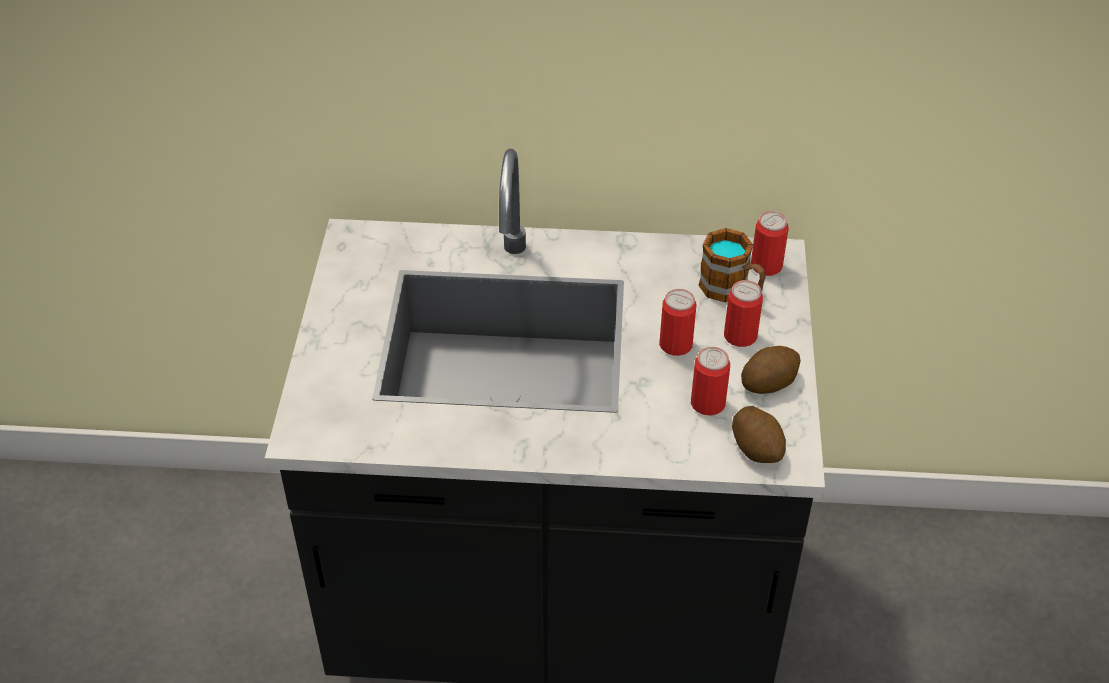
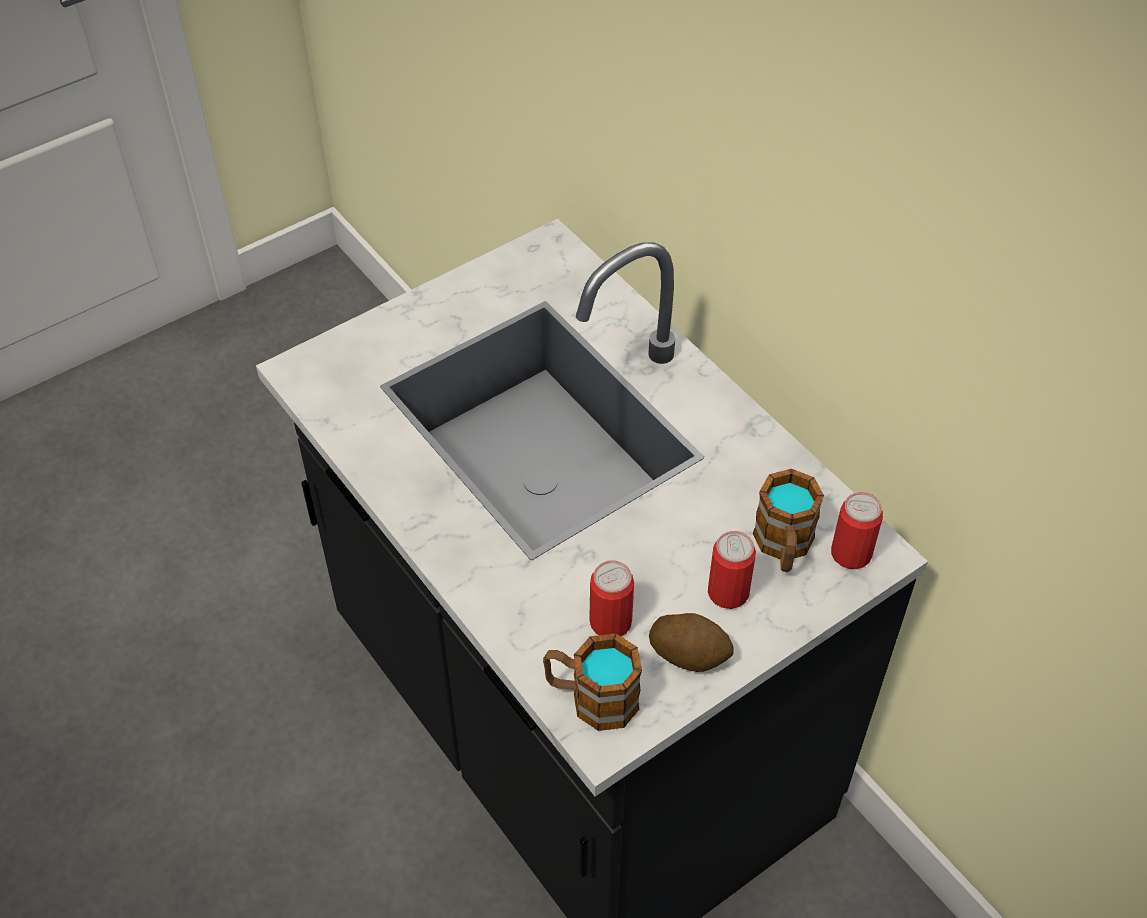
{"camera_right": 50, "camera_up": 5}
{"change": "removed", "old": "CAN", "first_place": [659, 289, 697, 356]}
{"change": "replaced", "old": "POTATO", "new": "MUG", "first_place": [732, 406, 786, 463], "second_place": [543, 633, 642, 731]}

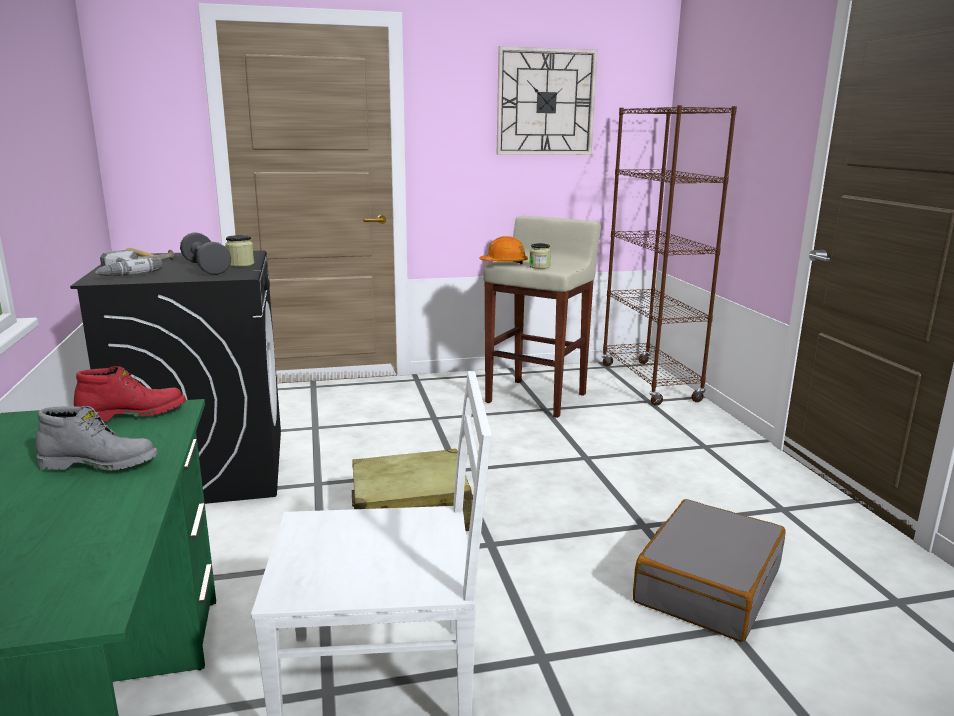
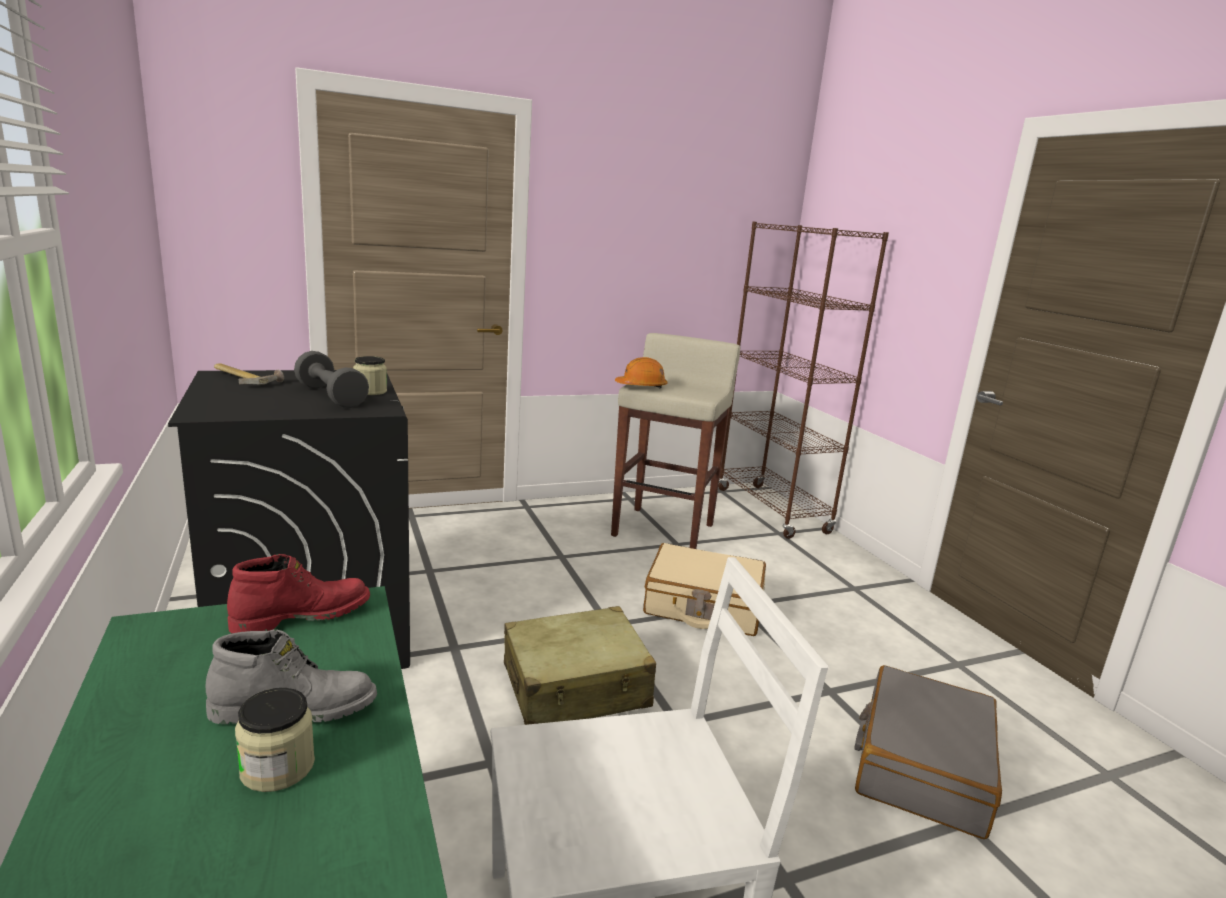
{"camera_right": -10, "camera_up": 0}
{"change": "removed", "old": "WALL CLOCK", "first_place": [497, 46, 598, 155]}
{"change": "moved", "old": "JAR", "first_place": [529, 243, 551, 269], "second_place": [235, 688, 315, 792]}
{"change": "removed", "old": "POWER DRILL", "first_place": [95, 250, 163, 276]}
{"change": "added", "new": "BEIGE SUITCASE", "second_place": [643, 543, 766, 636]}

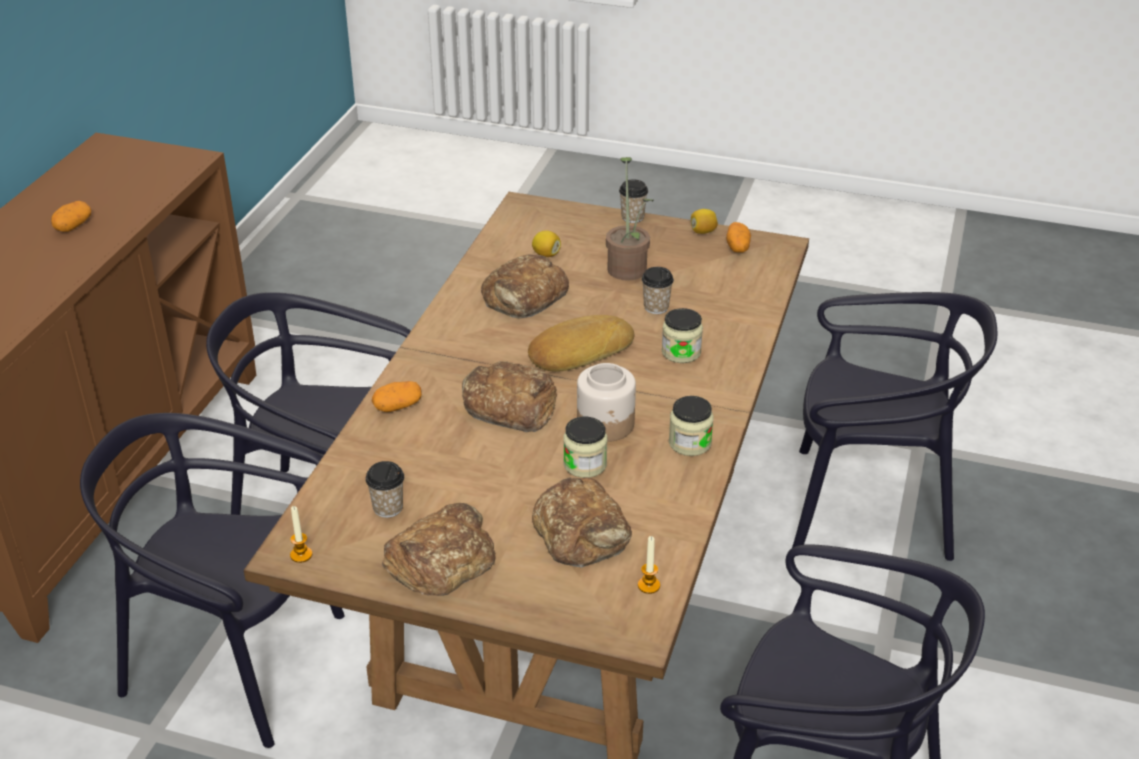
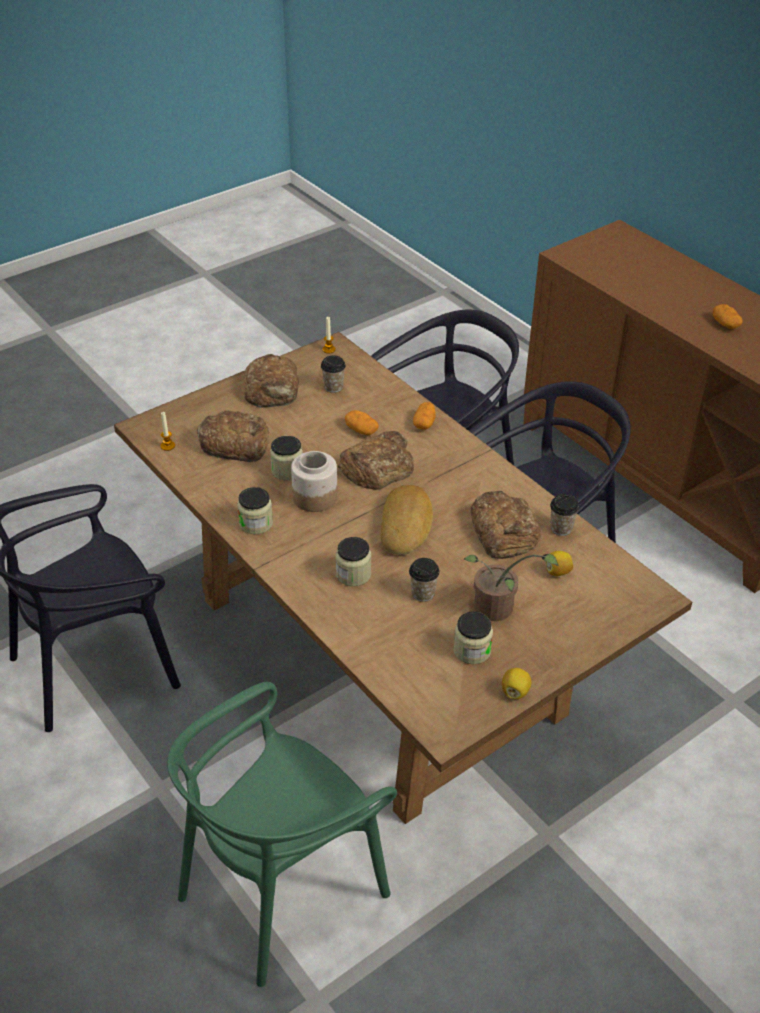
{"camera_right": 125, "camera_up": 5}
{"change": "moved", "old": "CUP", "first_place": [619, 179, 648, 223], "second_place": [550, 494, 579, 536]}
{"change": "moved", "old": "POTATO", "first_place": [726, 222, 751, 253], "second_place": [345, 410, 379, 435]}
{"change": "recoloured", "old": "BLACK CHAIR", "new": "GREEN CHAIR", "first_place": [792, 292, 997, 561], "second_place": [167, 682, 397, 987]}
{"change": "added", "new": "JAR", "second_place": [453, 611, 493, 664]}

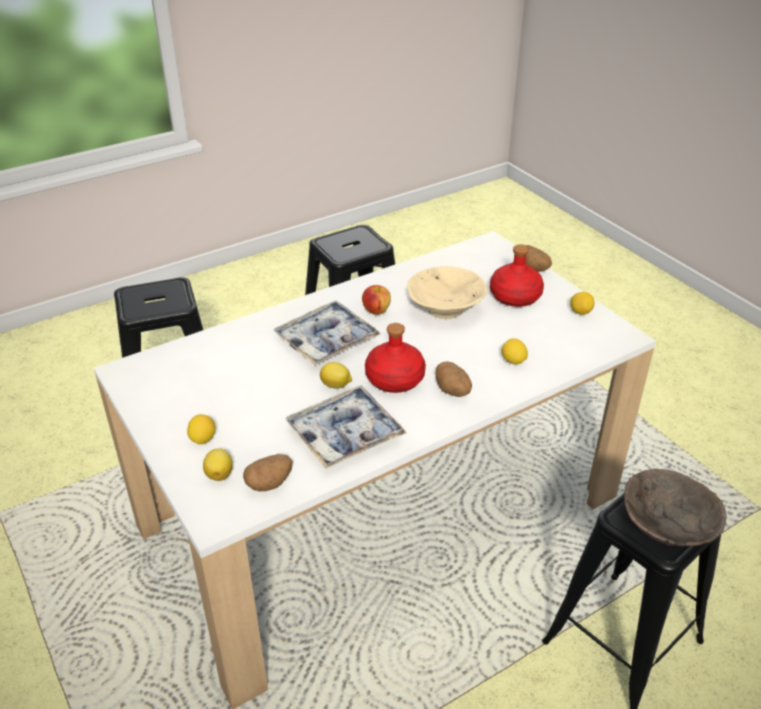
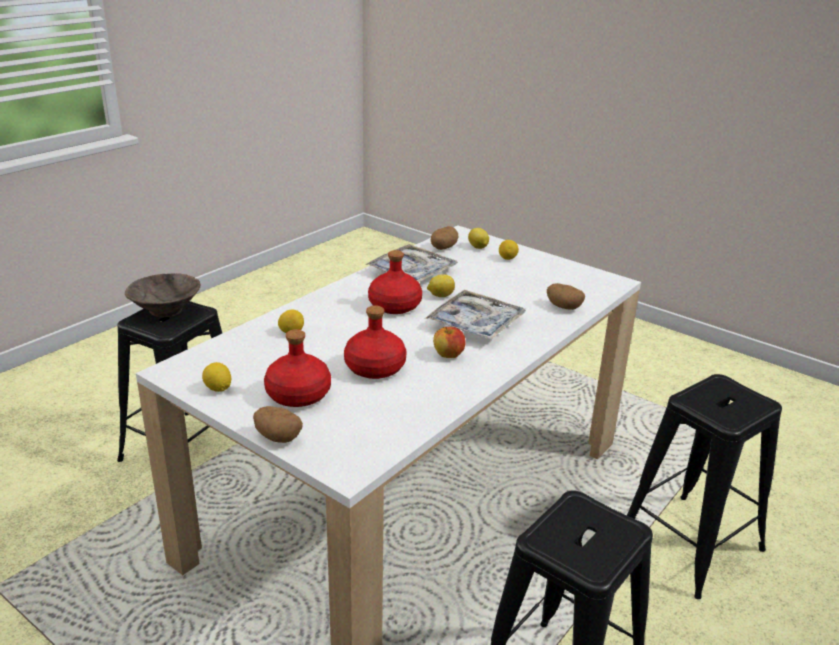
{"camera_right": 160, "camera_up": -10}
{"change": "replaced", "old": "BEIGE BOWL", "new": "RED BOTTLE", "first_place": [407, 266, 488, 319], "second_place": [344, 305, 406, 379]}
{"change": "moved", "old": "POTATO", "first_place": [435, 362, 472, 397], "second_place": [547, 283, 585, 310]}

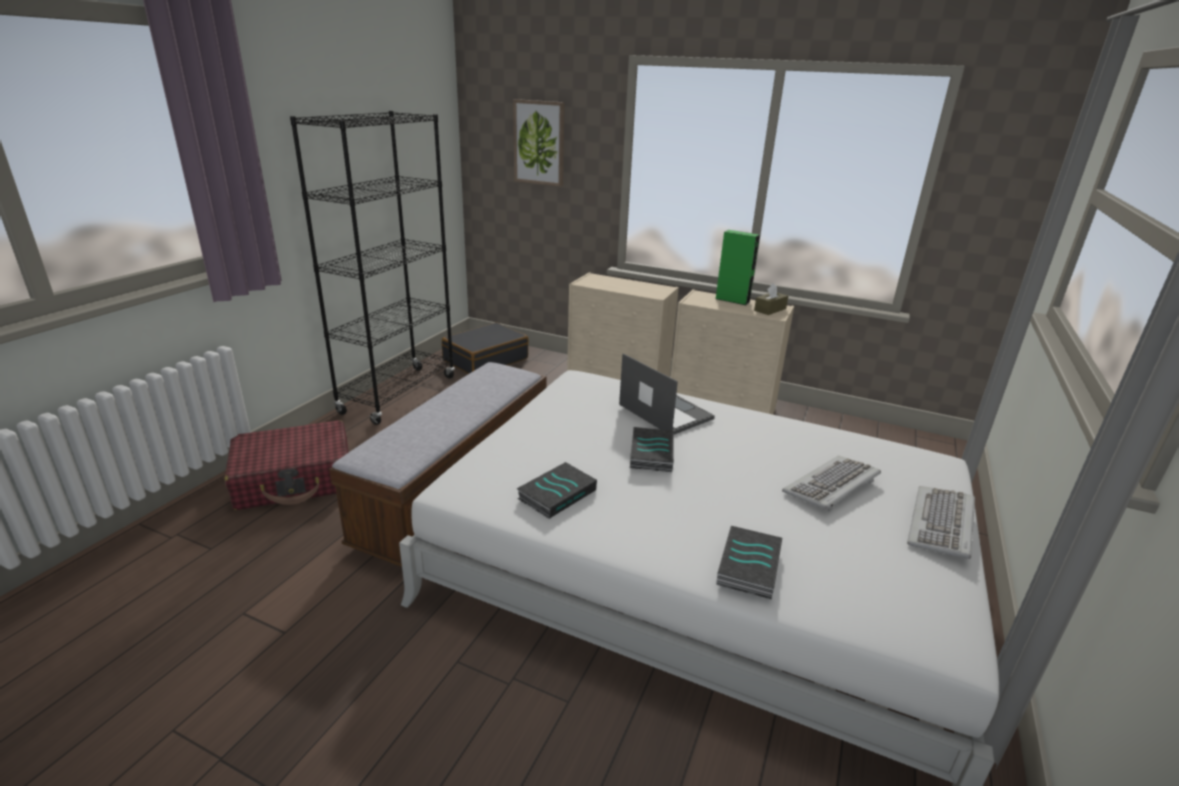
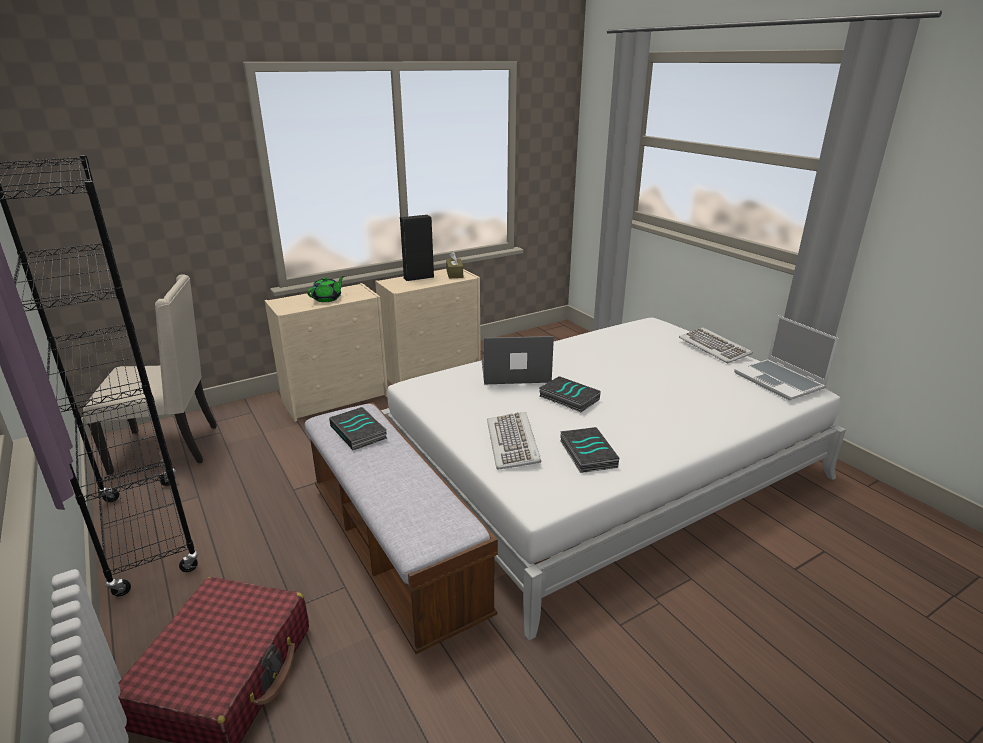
{"camera_right": -55, "camera_up": 0}
{"change": "removed", "old": "PICTURE", "first_place": [513, 99, 565, 187]}
{"change": "recoloured", "old": "GREEN SPEAKER", "new": "BLACK SPEAKER", "first_place": [715, 230, 760, 305], "second_place": [400, 215, 434, 281]}
{"change": "replaced", "old": "BLACK SUITCASE", "new": "BEIGE CHAIR", "first_place": [442, 322, 529, 374], "second_place": [83, 274, 217, 475]}
{"change": "moved", "old": "KEYBOARD", "first_place": [782, 456, 881, 512], "second_place": [487, 412, 541, 470]}
{"change": "moved", "old": "BOOK", "first_place": [716, 526, 782, 600], "second_place": [329, 407, 387, 450]}
{"change": "added", "new": "GREEN TEAPOT", "second_place": [307, 276, 344, 302]}
{"change": "added", "new": "LAPTOP", "second_place": [734, 315, 839, 400]}

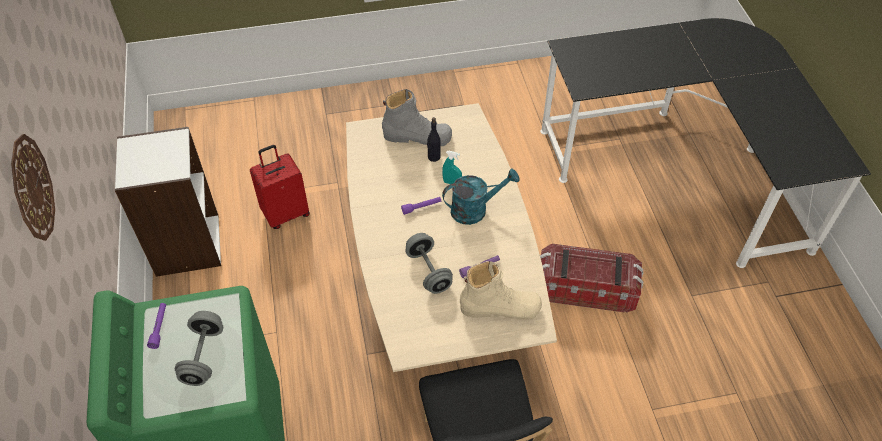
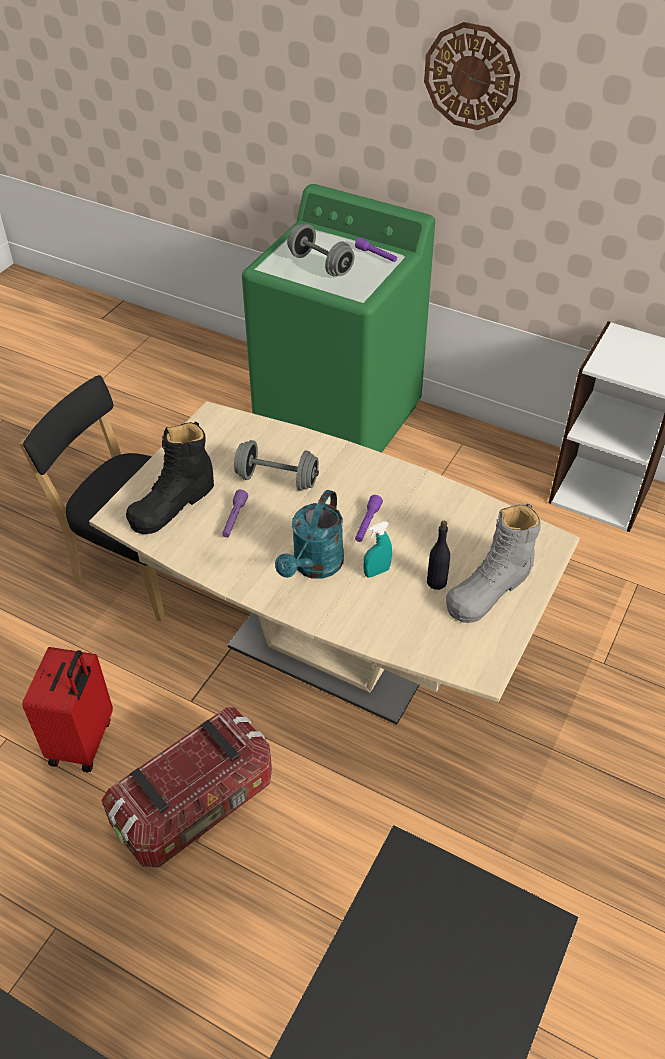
{"camera_right": 130, "camera_up": -5}
{"change": "moved", "old": "RED SUITCASE", "first_place": [250, 145, 310, 229], "second_place": [23, 647, 113, 772]}
{"change": "recoloured", "old": "BEIGE BOOT", "new": "BLACK BOOT", "first_place": [460, 261, 542, 320], "second_place": [126, 421, 214, 534]}

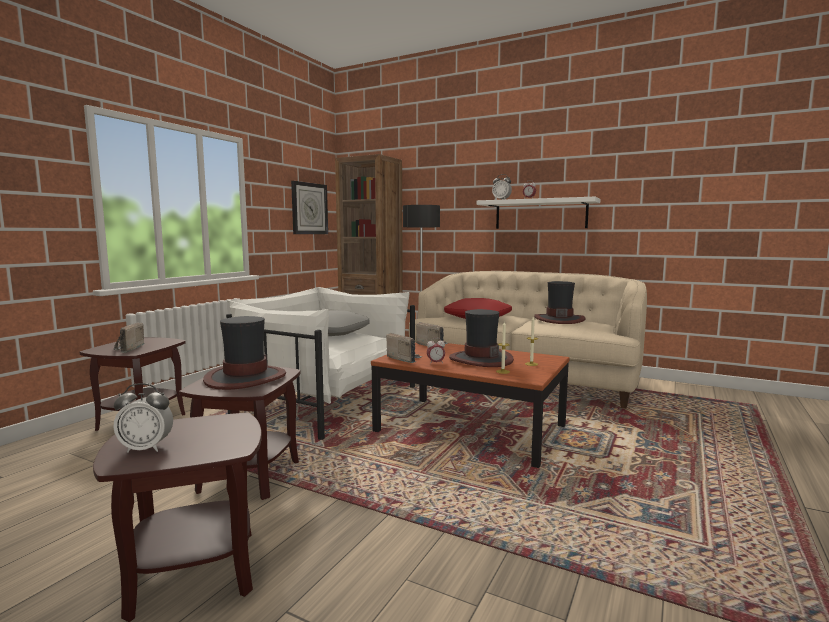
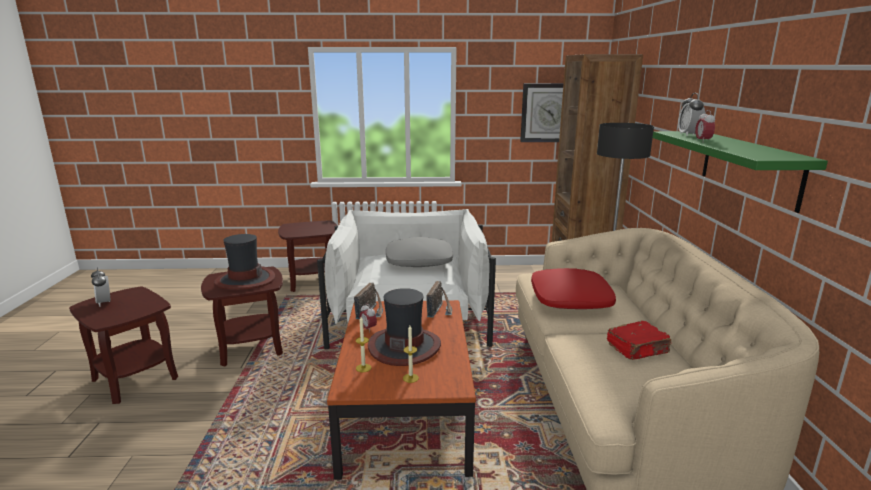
{"camera_right": 60, "camera_up": 10}
{"change": "recoloured", "old": "WHITE SHELF", "new": "GREEN SHELF", "first_place": [476, 197, 600, 229], "second_place": [653, 131, 828, 213]}
{"change": "replaced", "old": "HAT", "new": "RED BOOK", "first_place": [534, 281, 586, 324], "second_place": [607, 321, 671, 360]}
{"change": "removed", "old": "RADIO", "first_place": [114, 322, 144, 353]}

